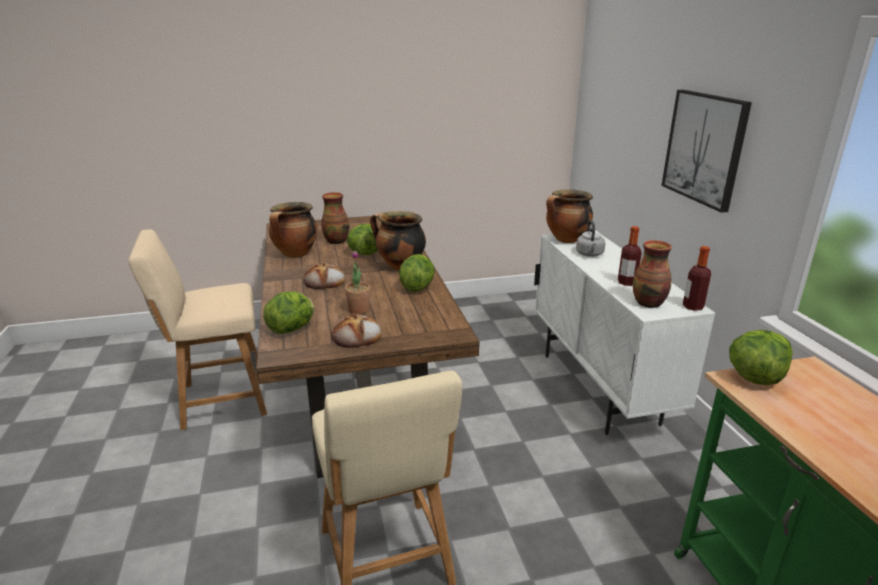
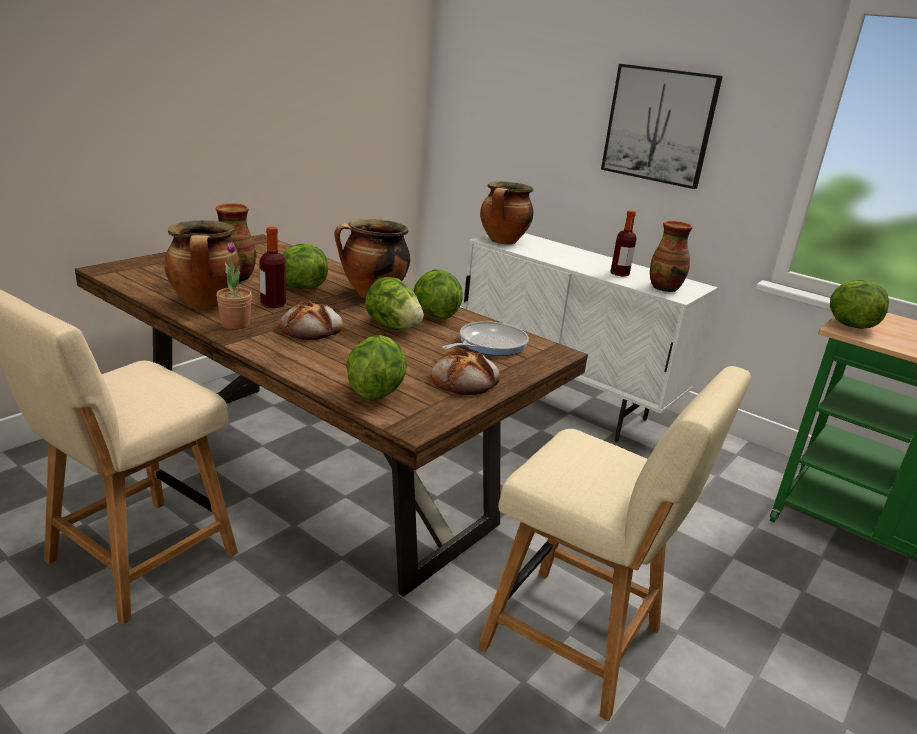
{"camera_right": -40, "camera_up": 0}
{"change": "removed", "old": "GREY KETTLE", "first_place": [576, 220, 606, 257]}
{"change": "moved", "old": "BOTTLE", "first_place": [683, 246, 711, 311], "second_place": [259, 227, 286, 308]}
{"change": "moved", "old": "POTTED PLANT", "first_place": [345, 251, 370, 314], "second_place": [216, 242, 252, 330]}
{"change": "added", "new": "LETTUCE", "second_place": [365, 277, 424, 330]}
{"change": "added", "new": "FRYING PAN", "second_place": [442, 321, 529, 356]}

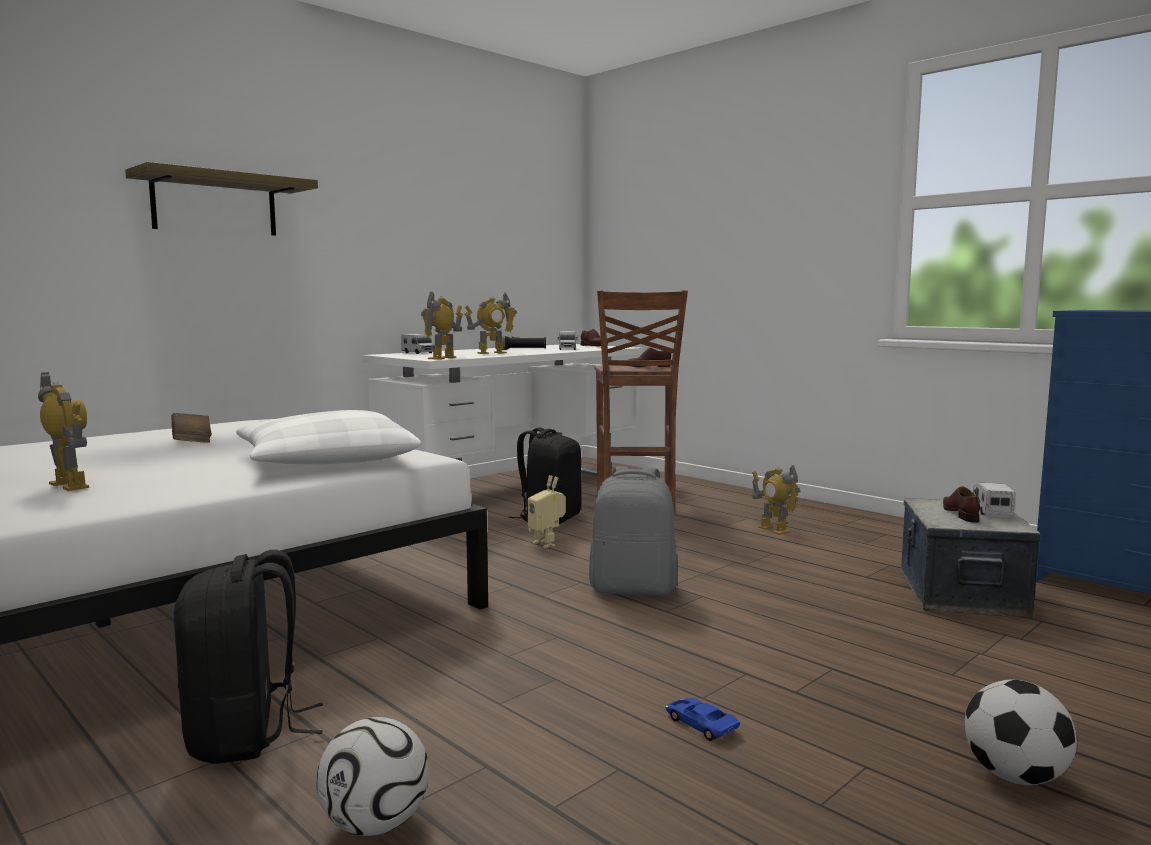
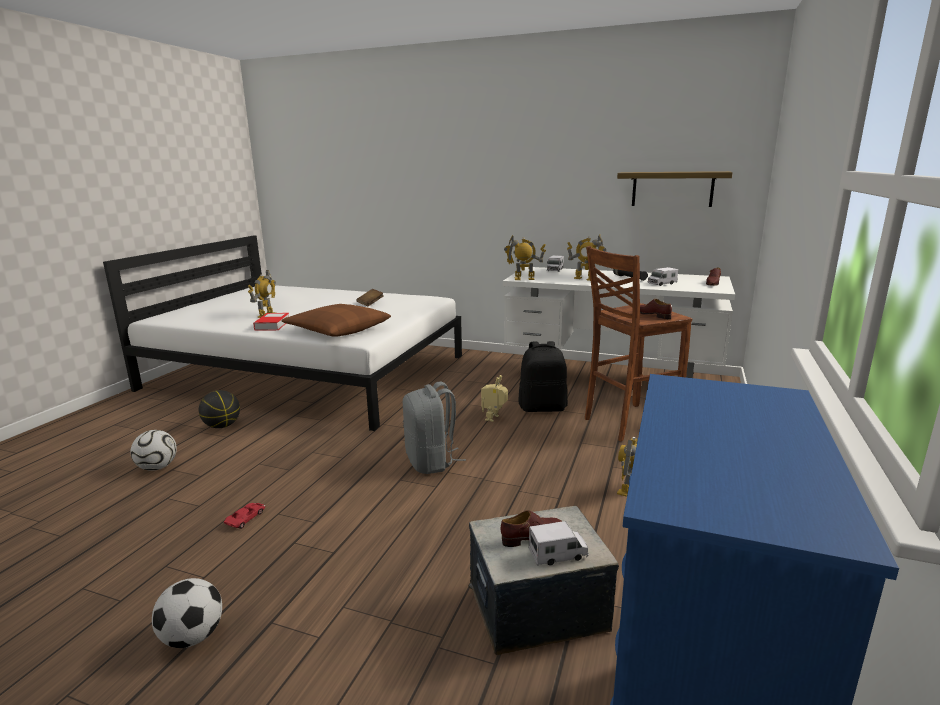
{"camera_right": 65, "camera_up": 10}
{"change": "moved", "old": "SHELF", "first_place": [125, 162, 318, 236], "second_place": [617, 171, 732, 207]}
{"change": "recoloured", "old": "WHITE PILLOW", "new": "BROWN PILLOW", "first_place": [236, 410, 421, 464], "second_place": [282, 304, 391, 337]}
{"change": "replaced", "old": "BLACK BACKPACK", "new": "BASKETBALL", "first_place": [174, 550, 323, 764], "second_place": [199, 390, 240, 428]}
{"change": "recoloured", "old": "BLUE TOY CAR", "new": "RED TOY CAR", "first_place": [665, 698, 740, 741], "second_place": [224, 503, 265, 529]}
{"change": "added", "new": "BOOK", "second_place": [253, 313, 289, 331]}

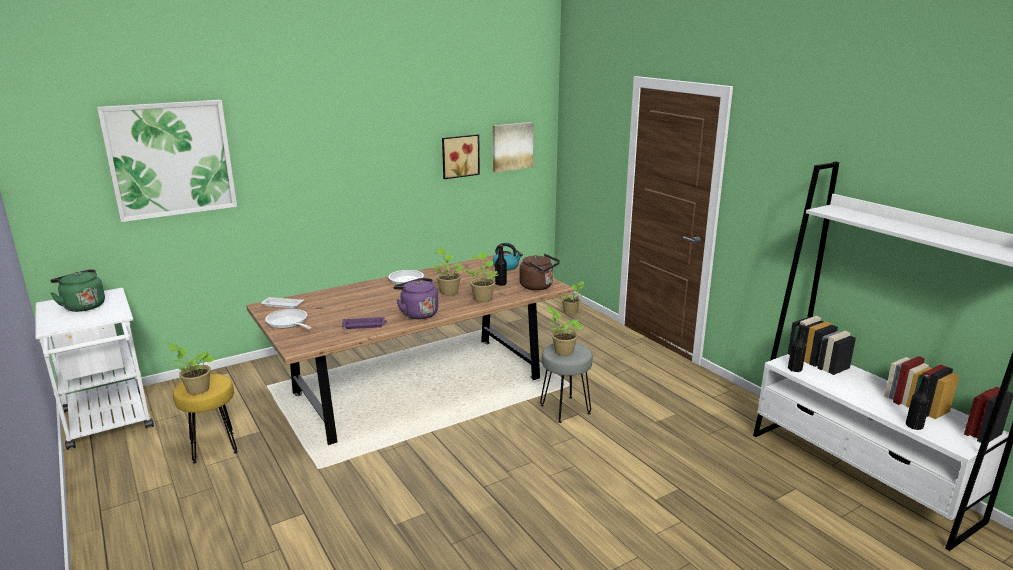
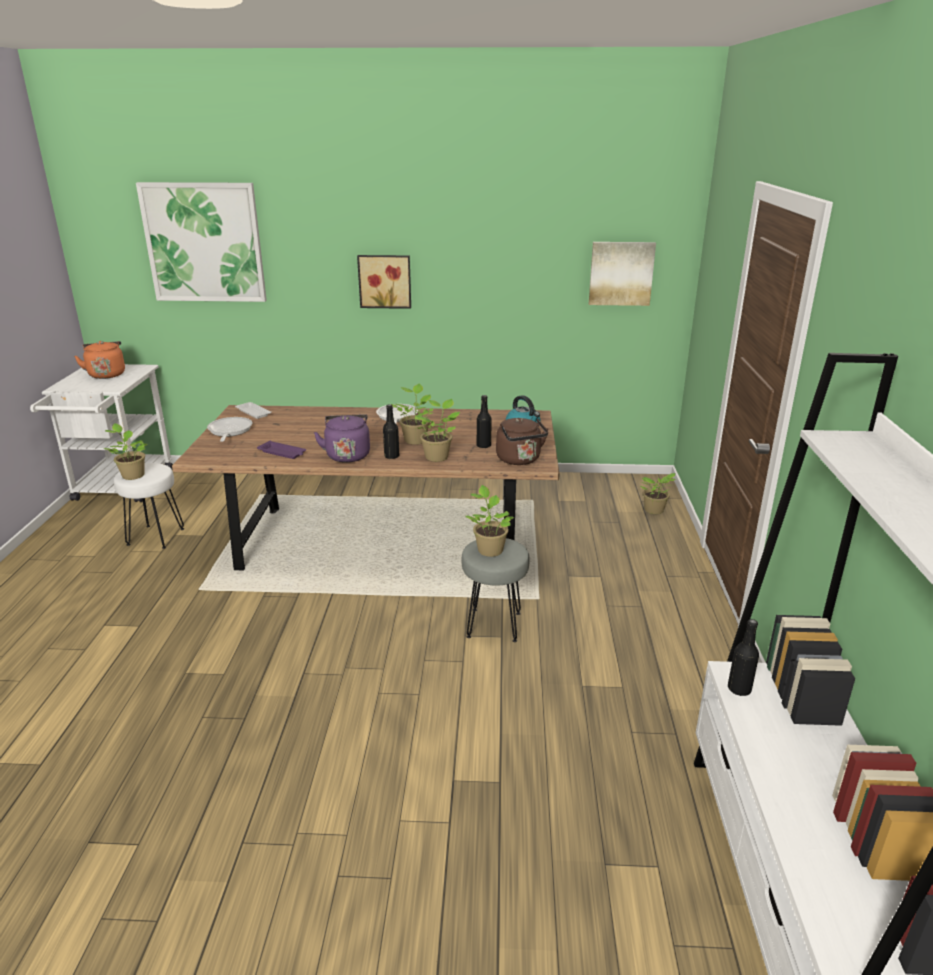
{"camera_right": 35, "camera_up": 5}
{"change": "moved", "old": "PICTURE", "first_place": [442, 134, 480, 179], "second_place": [357, 255, 411, 309]}
{"change": "recoloured", "old": "GREEN KETTLE", "new": "ORANGE KETTLE", "first_place": [50, 269, 105, 312], "second_place": [74, 341, 125, 379]}
{"change": "recoloured", "old": "YELLOW STOOL", "new": "WHITE STOOL", "first_place": [173, 374, 238, 464], "second_place": [114, 463, 184, 549]}
{"change": "moved", "old": "BLACK BOTTLE", "first_place": [906, 374, 930, 430], "second_place": [383, 404, 399, 459]}

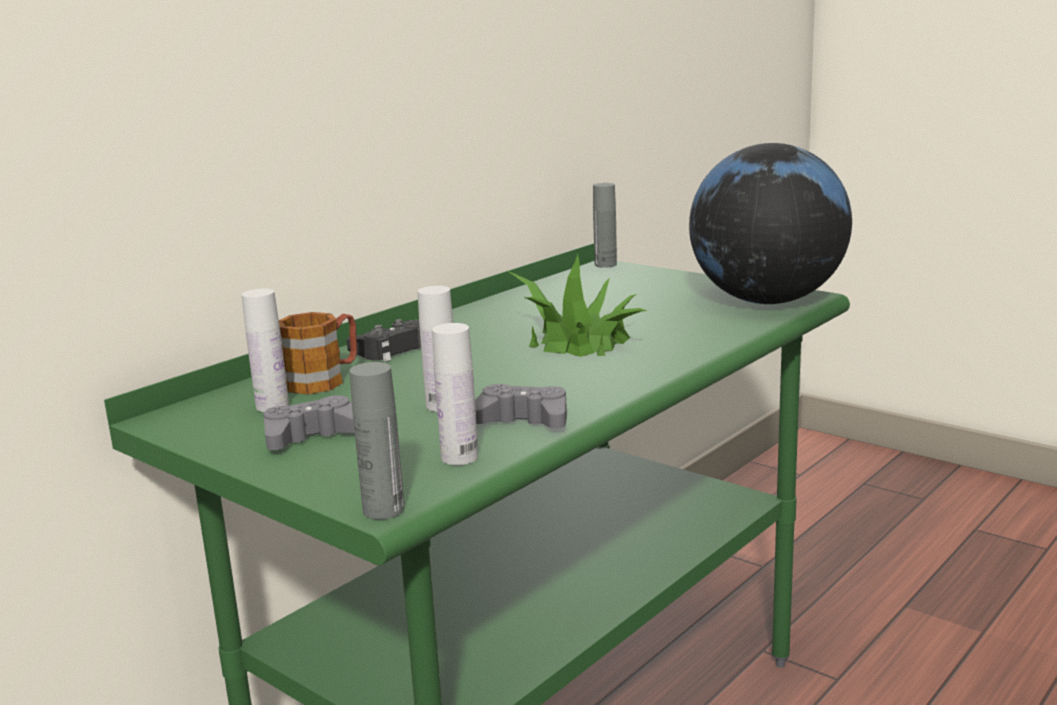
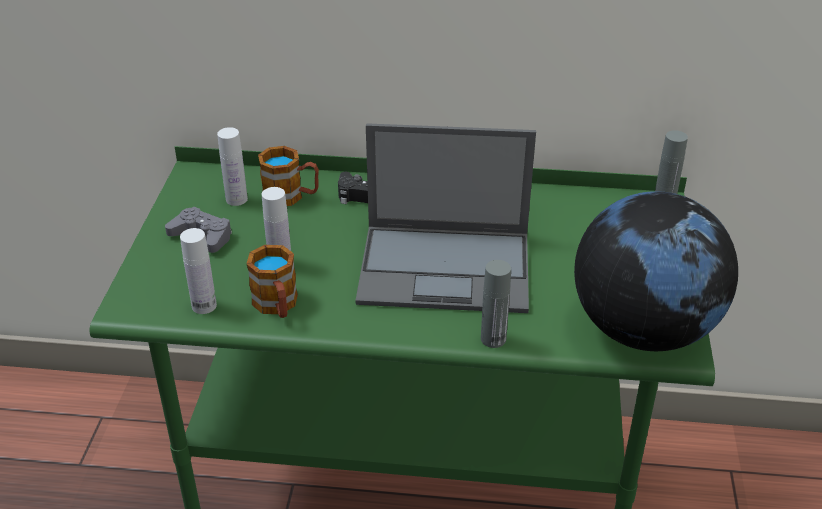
{"camera_right": 55, "camera_up": 20}
{"change": "replaced", "old": "POTTED PLANT", "new": "LAPTOP", "first_place": [507, 254, 647, 357], "second_place": [355, 123, 536, 313]}
{"change": "moved", "old": "GREY BOTTLE", "first_place": [349, 362, 404, 520], "second_place": [481, 260, 511, 348]}
{"change": "replaced", "old": "GREY GAME CONTROLLER", "new": "MUG", "first_place": [475, 384, 567, 429], "second_place": [247, 245, 298, 318]}

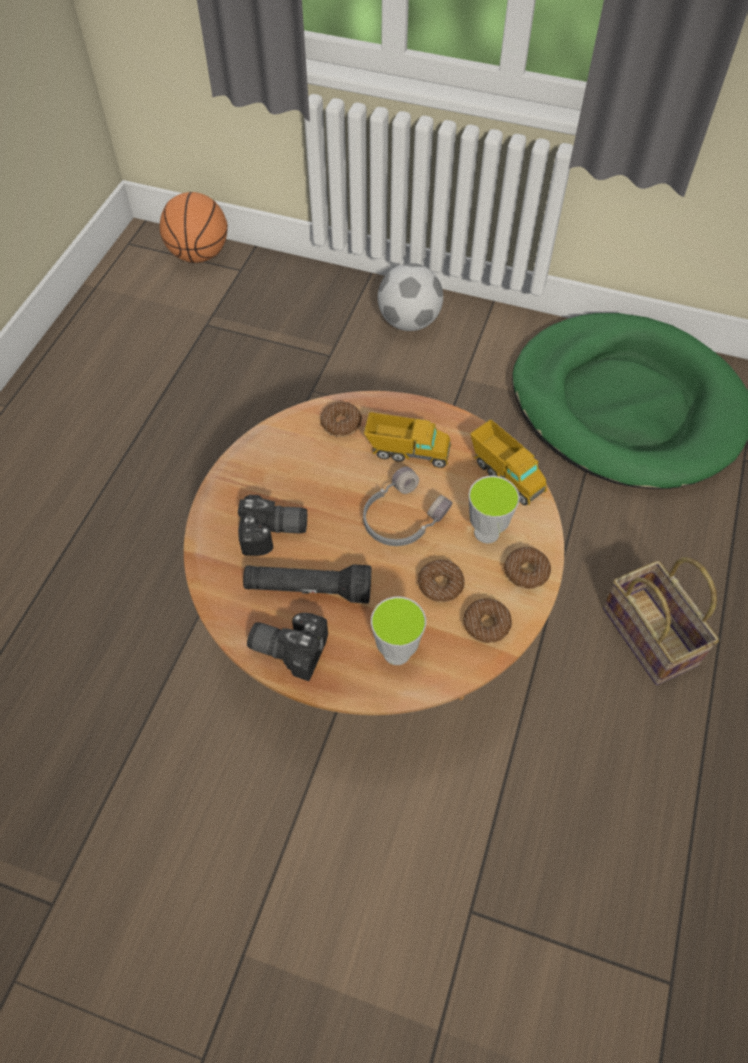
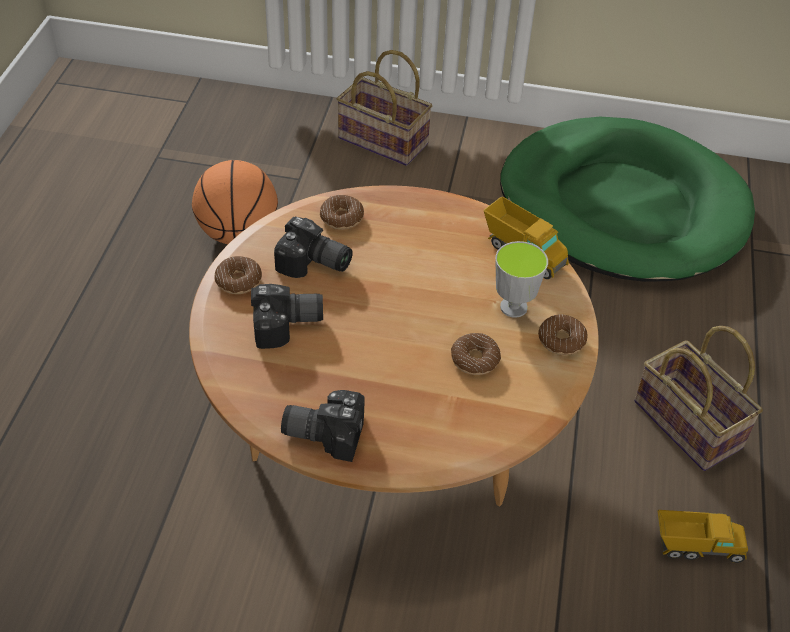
{"camera_right": -10, "camera_up": -10}
{"change": "moved", "old": "BASKETBALL", "first_place": [160, 192, 228, 263], "second_place": [192, 160, 278, 244]}
{"change": "replaced", "old": "FOOTBALL", "new": "BASKET", "first_place": [378, 263, 443, 331], "second_place": [337, 50, 432, 166]}
{"change": "moved", "old": "TOY TRUCK", "first_place": [364, 412, 451, 468], "second_place": [658, 510, 748, 563]}
{"change": "removed", "old": "GREY HEADPHONES", "first_place": [363, 467, 453, 546]}
{"change": "removed", "old": "BLACK FLASHLIGHT", "first_place": [243, 564, 371, 603]}
{"change": "removed", "old": "CUP", "first_place": [371, 597, 426, 665]}
{"change": "moved", "old": "DONUT", "first_place": [463, 598, 512, 643], "second_place": [215, 256, 262, 294]}
{"change": "added", "new": "PHOTO CAMERA", "second_place": [274, 217, 353, 278]}

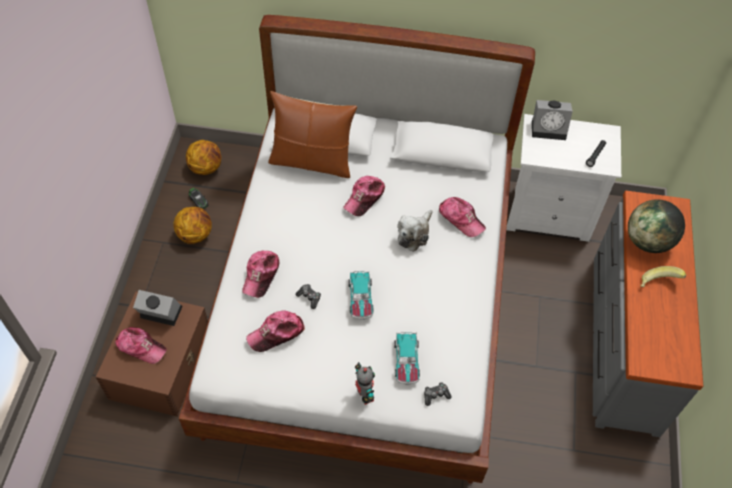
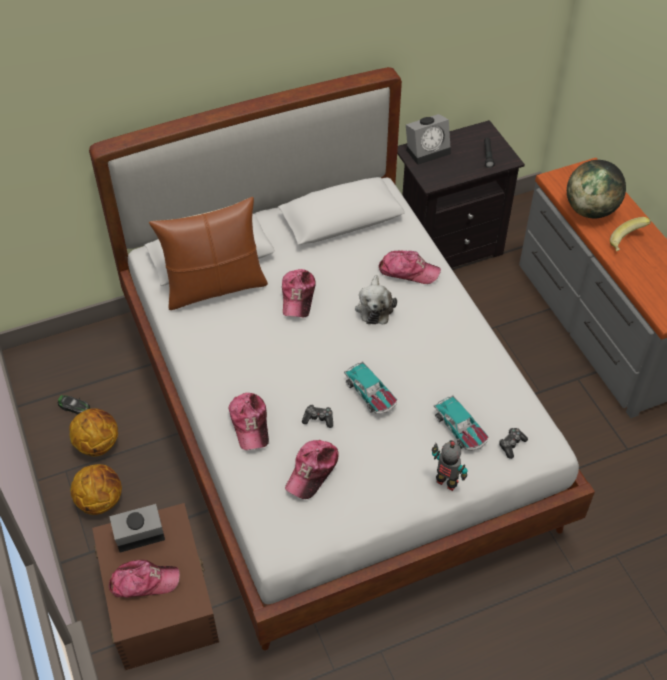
{"camera_right": -30, "camera_up": -5}
{"change": "recoloured", "old": "WHITE NIGHTSTAND", "new": "BLACK NIGHTSTAND", "first_place": [506, 114, 621, 242], "second_place": [397, 120, 525, 268]}
{"change": "moved", "old": "BASKETBALL", "first_place": [186, 140, 221, 175], "second_place": [70, 464, 122, 515]}

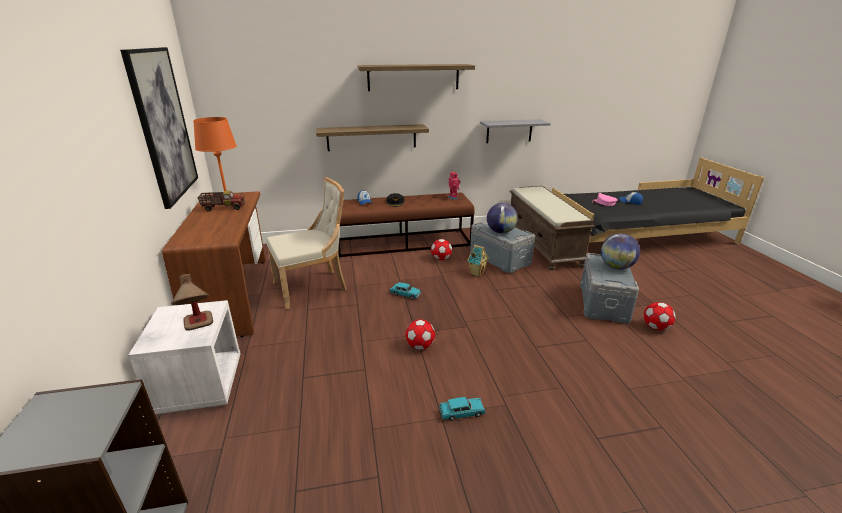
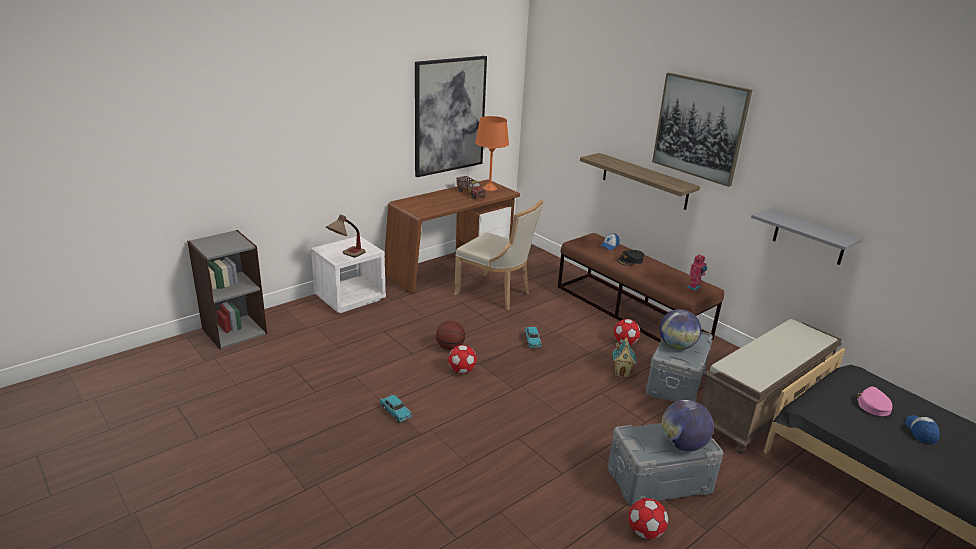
{"camera_right": 60, "camera_up": 0}
{"change": "replaced", "old": "SHELF", "new": "PICTURE", "first_place": [357, 64, 475, 91], "second_place": [652, 73, 752, 187]}
{"change": "added", "new": "BASKETBALL", "second_place": [436, 321, 465, 350]}

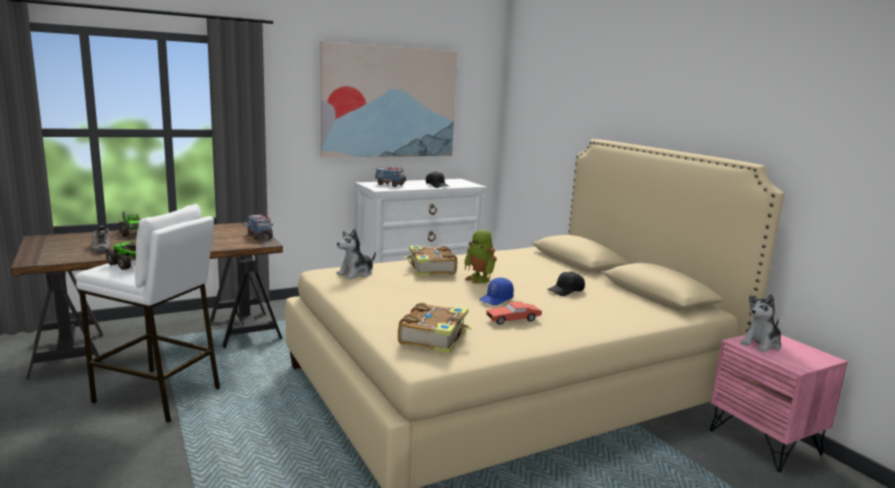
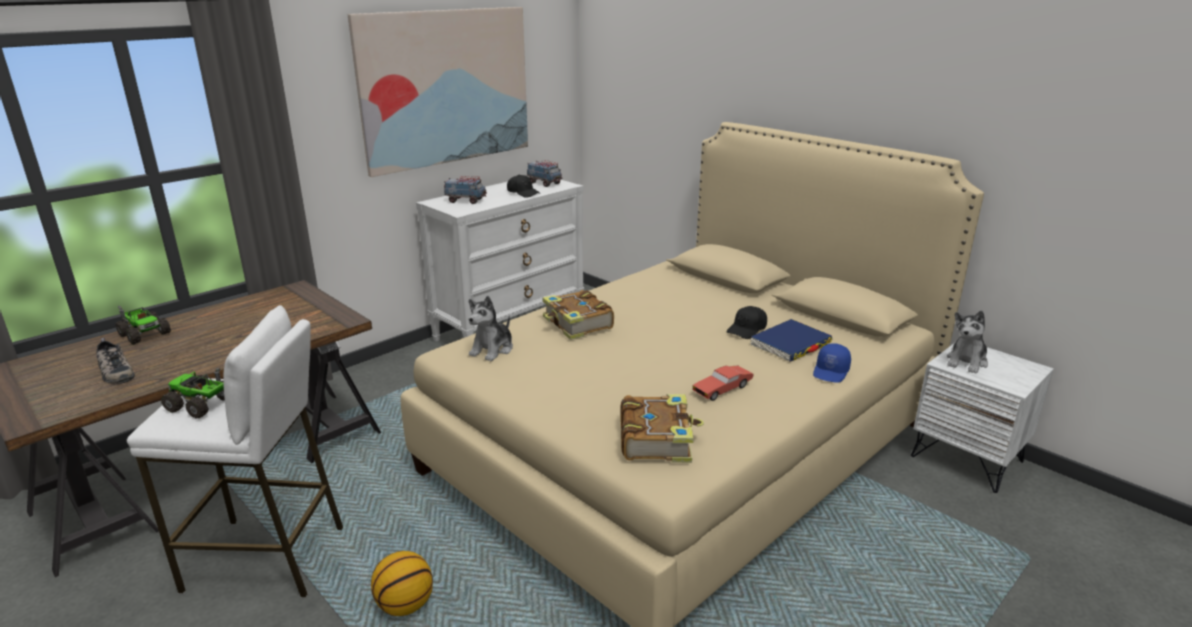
{"camera_right": -15, "camera_up": 10}
{"change": "moved", "old": "TOY TRUCK", "first_place": [247, 214, 273, 239], "second_place": [527, 160, 562, 187]}
{"change": "removed", "old": "TOY ROBOT", "first_place": [464, 229, 497, 284]}
{"change": "moved", "old": "BLUE CAP", "first_place": [479, 277, 514, 305], "second_place": [813, 343, 851, 383]}
{"change": "recoloured", "old": "PINK NIGHTSTAND", "new": "WHITE NIGHTSTAND", "first_place": [709, 335, 848, 472], "second_place": [911, 343, 1054, 493]}
{"change": "added", "new": "BLUE BOOK", "second_place": [751, 319, 832, 362]}
{"change": "added", "new": "BASKETBALL", "second_place": [371, 551, 433, 616]}

